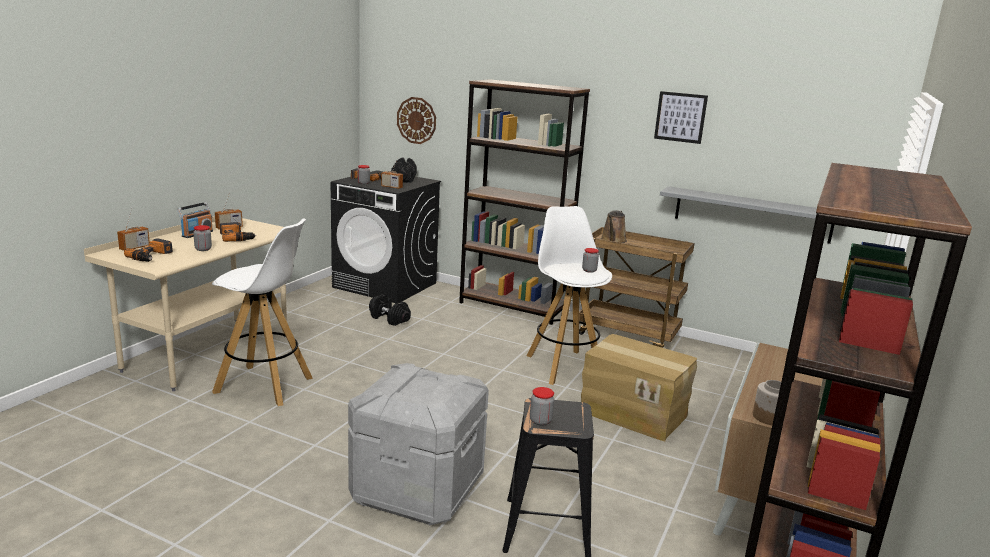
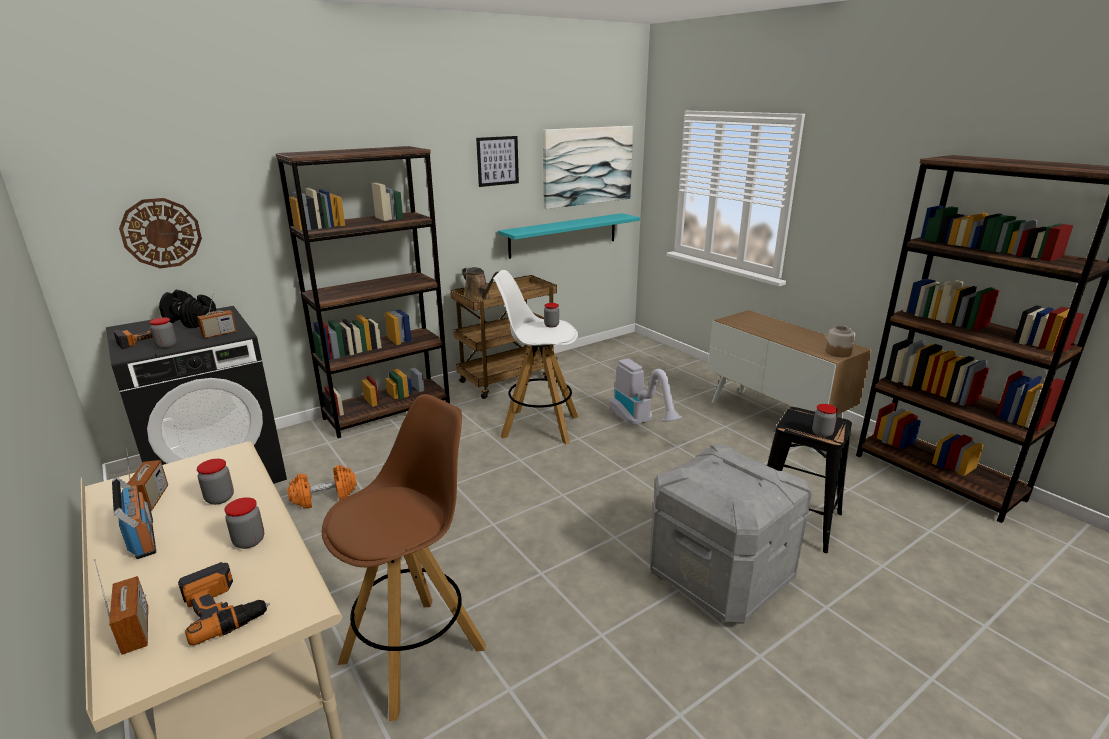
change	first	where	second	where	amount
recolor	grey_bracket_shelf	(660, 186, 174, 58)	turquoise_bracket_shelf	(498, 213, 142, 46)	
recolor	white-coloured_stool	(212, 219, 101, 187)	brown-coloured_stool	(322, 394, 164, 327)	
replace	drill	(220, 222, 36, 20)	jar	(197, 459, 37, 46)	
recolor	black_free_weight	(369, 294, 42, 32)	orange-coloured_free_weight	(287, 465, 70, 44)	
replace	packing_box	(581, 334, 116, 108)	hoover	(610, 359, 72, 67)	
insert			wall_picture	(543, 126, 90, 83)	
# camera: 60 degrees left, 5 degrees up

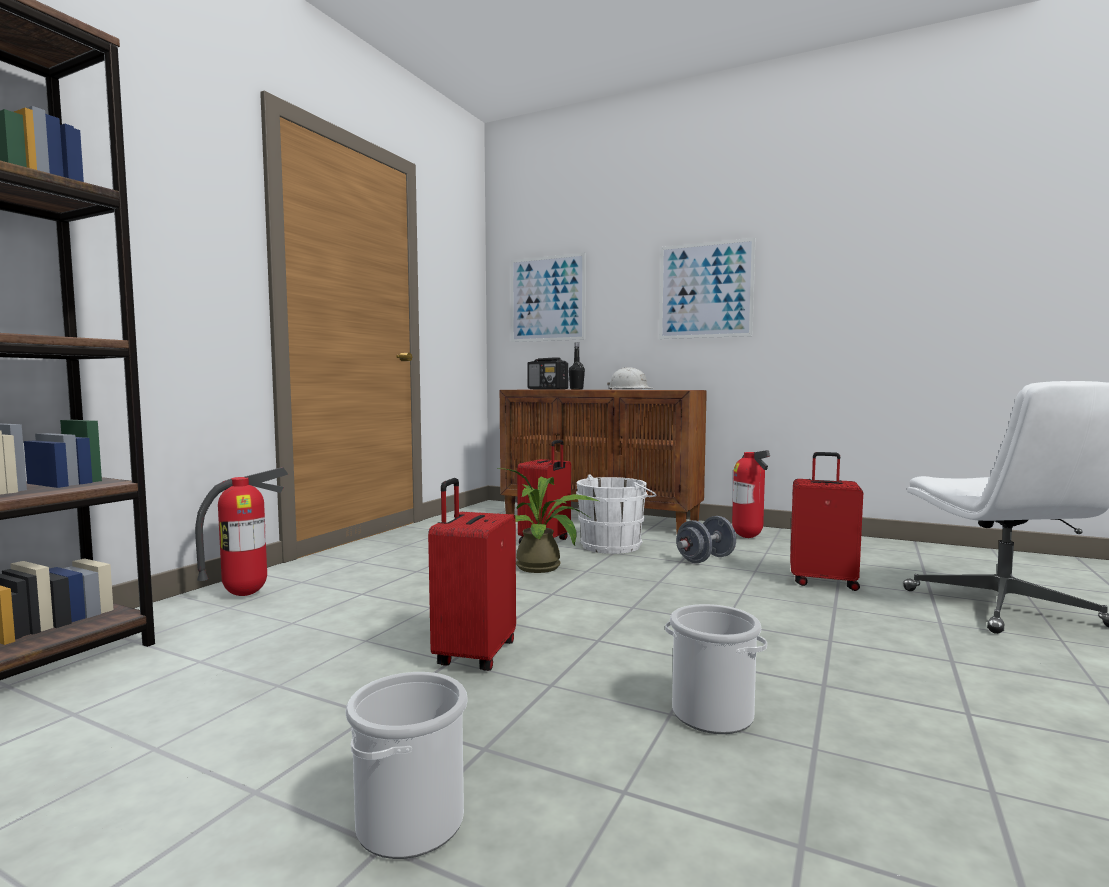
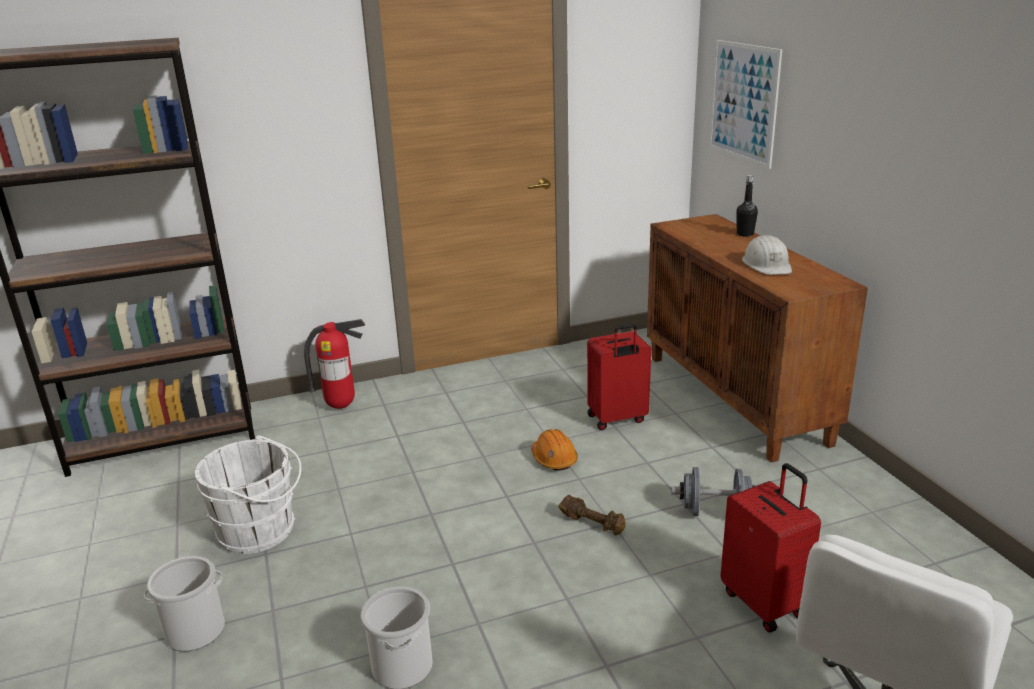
change	first	where	second	where	amount
delete	wall_picture	(659, 238, 96, 101)			
delete	radio_receiver	(527, 357, 41, 33)			
delete	extinguisher	(732, 450, 38, 88)			
replace	plant_in_a_pot	(498, 468, 100, 105)	orange-coloured_work_helmet	(531, 429, 47, 42)	
move	white-coloured_water_bucket	(576, 475, 80, 79)		(195, 435, 106, 119)	
delete	reddish_suitcase	(428, 478, 88, 193)			
insert			brown-coloured_free_weight	(558, 495, 68, 40)	
# camera: 45 degrees right, 20 degrees up

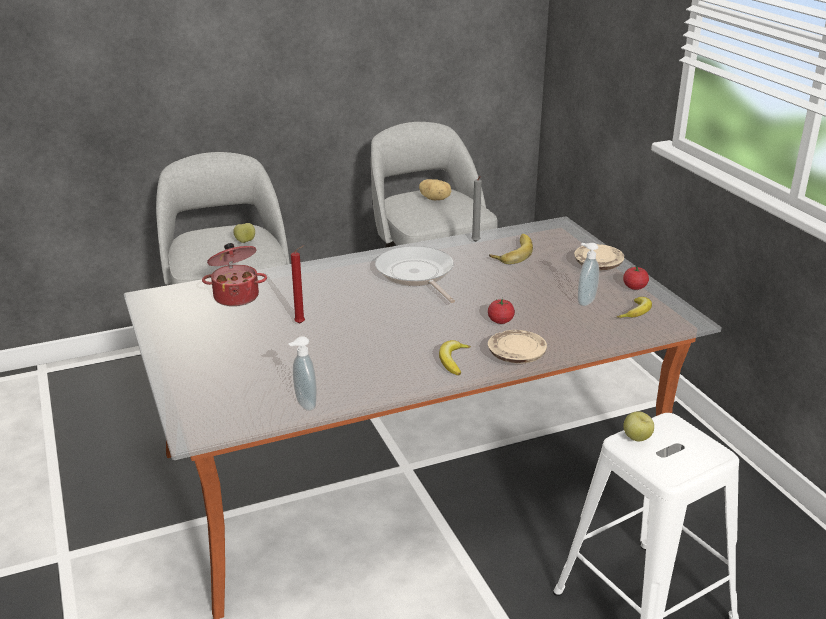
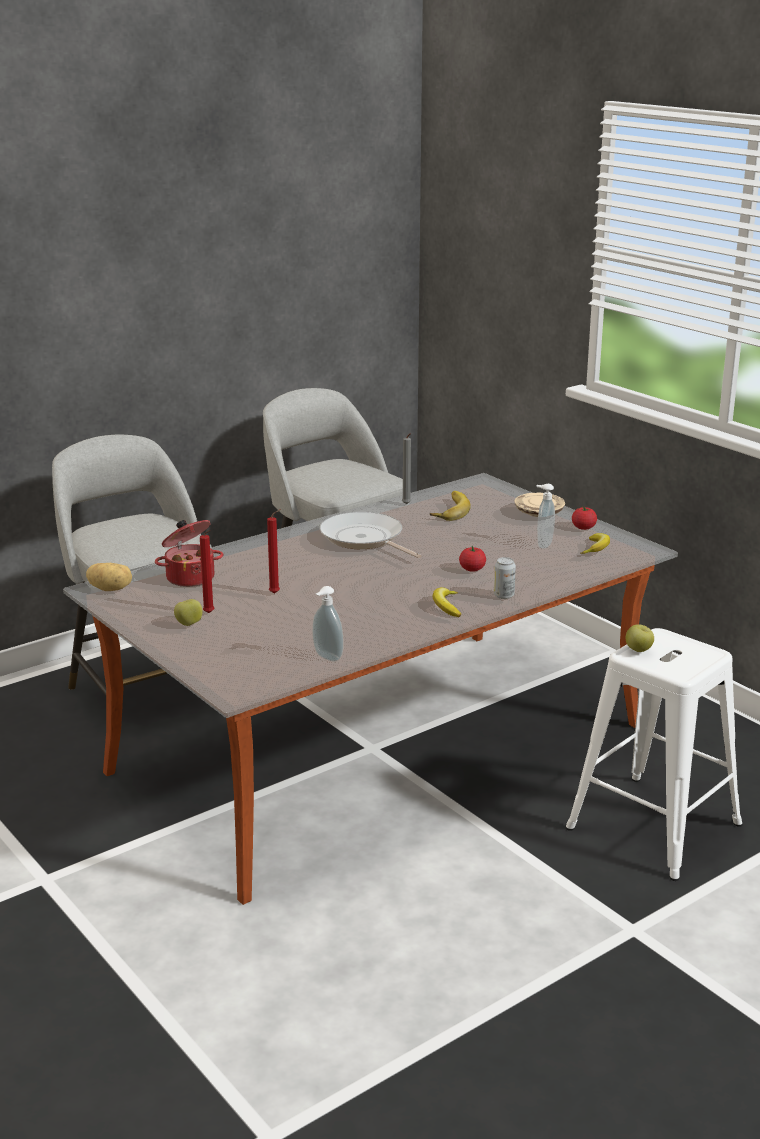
change	first	where	second	where	amount
move	potato	(419, 179, 32, 21)		(86, 563, 46, 28)	
move	apple_fruit	(233, 223, 22, 20)		(174, 599, 29, 27)	
replace	beige_flat_dish	(488, 330, 59, 34)	can	(494, 557, 22, 42)	
insert			reddish_wax_candle	(200, 530, 14, 83)	
# camera: 15 degrees left, 5 degrees down

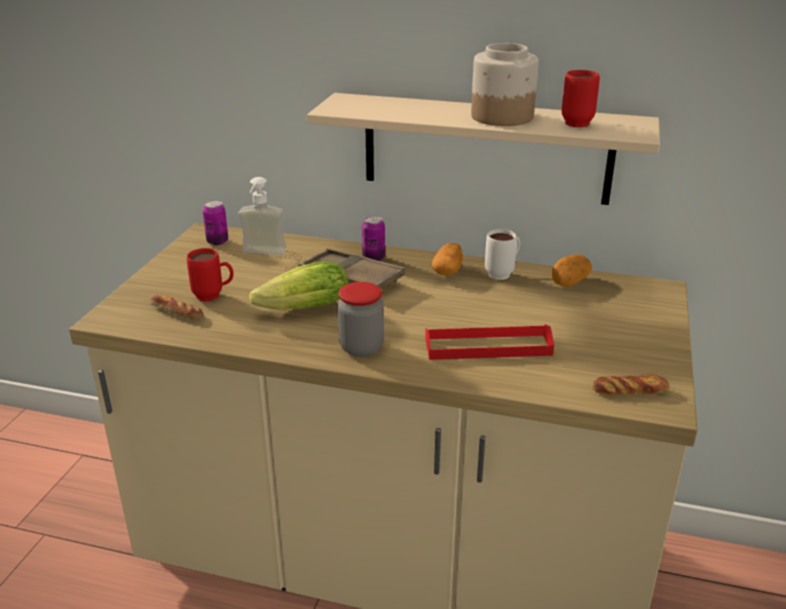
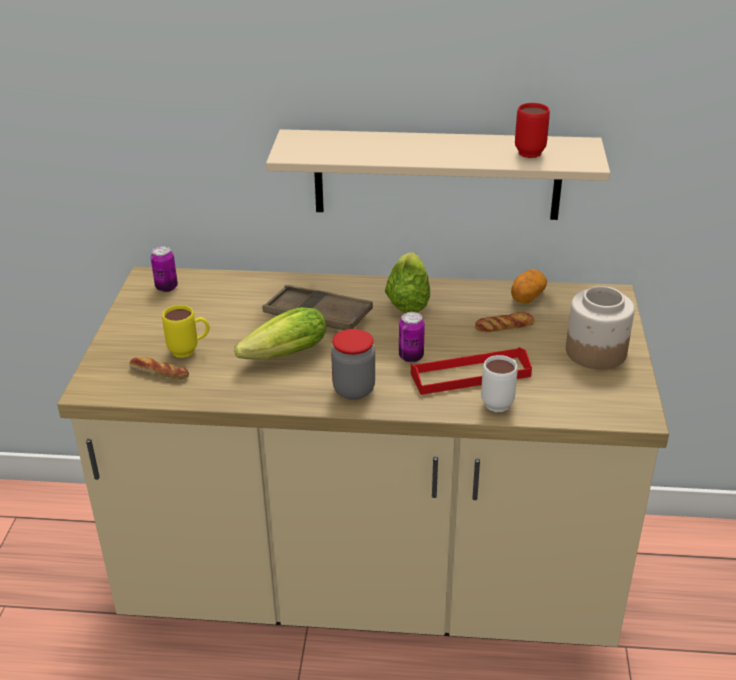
change	first	where	second	where	amount
move	jar	(471, 43, 68, 83)		(566, 286, 69, 83)	
delete	soap_bottle	(238, 177, 48, 78)			
move	can	(362, 215, 23, 46)		(399, 312, 26, 50)	
move	white-coloured_coffee_mug	(485, 229, 35, 51)		(481, 355, 37, 57)	
replace	potato	(432, 243, 31, 32)	head_of_lettuce	(385, 252, 45, 61)	
recolor	reddish_coffee_mug	(187, 248, 47, 54)	yellowish_coffee_mug	(162, 305, 47, 53)	
move	bread	(593, 374, 76, 21)		(475, 312, 60, 20)	
# camera: 10 degrees left, 5 degrees up

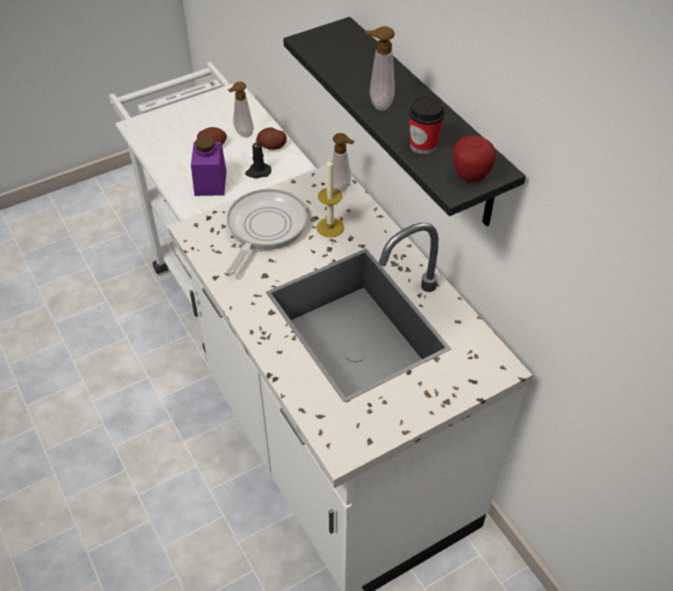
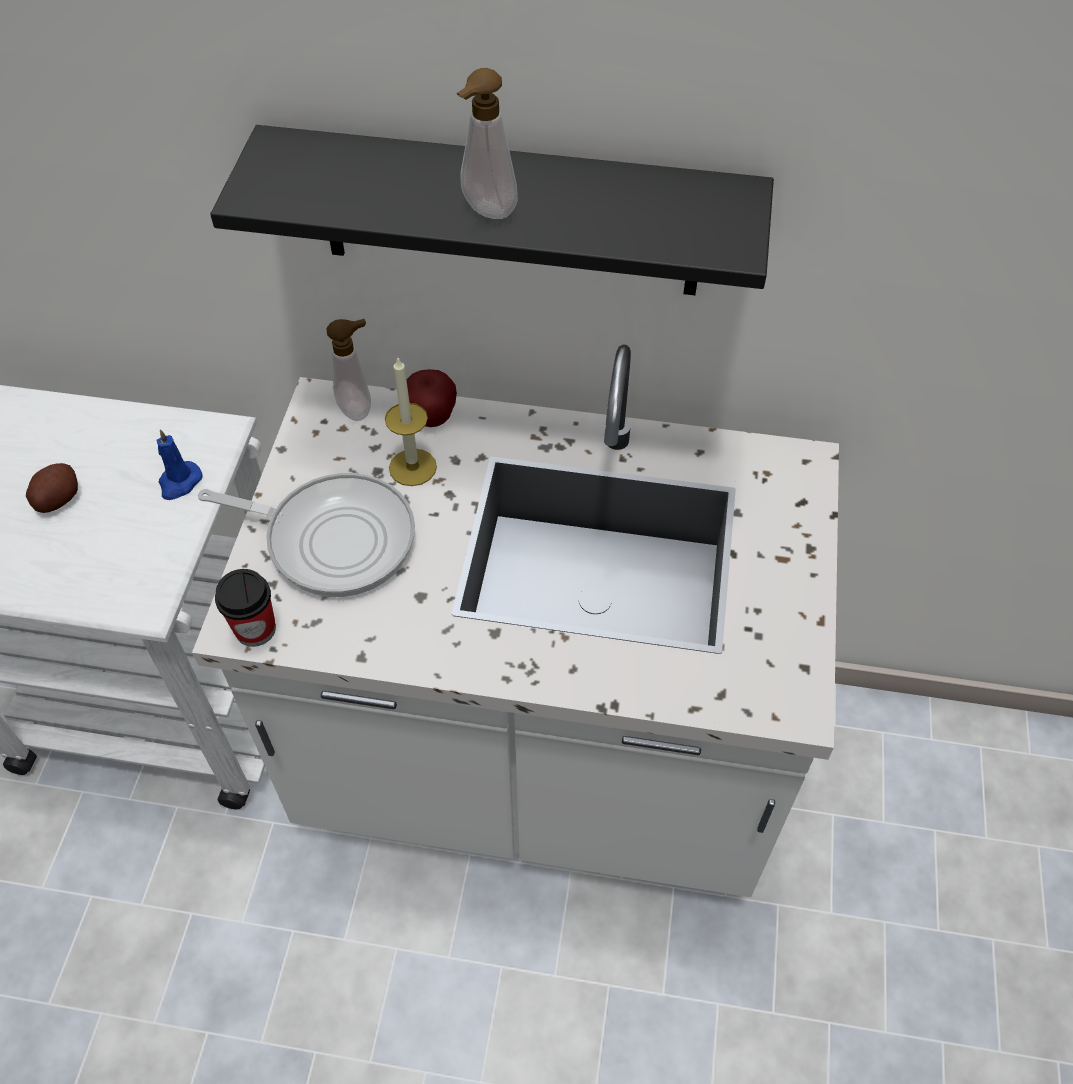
change	first	where	second	where	amount
delete	soap_bottle	(228, 81, 26, 57)			
move	small_cup	(409, 96, 36, 58)		(215, 569, 61, 78)	
delete	potato	(257, 127, 30, 23)			
move	apple_fruit	(453, 135, 43, 47)		(406, 369, 51, 58)	
delete	purple_jar	(191, 136, 35, 60)			
recolor	black_wax_candle	(245, 138, 26, 40)	blue_wax_candle	(157, 429, 46, 71)	
rotate	frying_pan	(227, 189, 81, 85)		(198, 473, 217, 124)	135 degrees clockwise
# camera: 50 degrees left, 5 degrees up

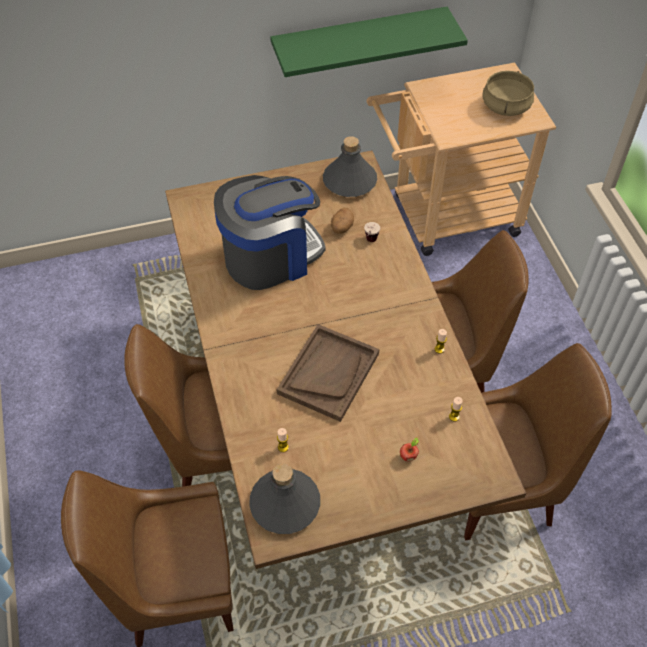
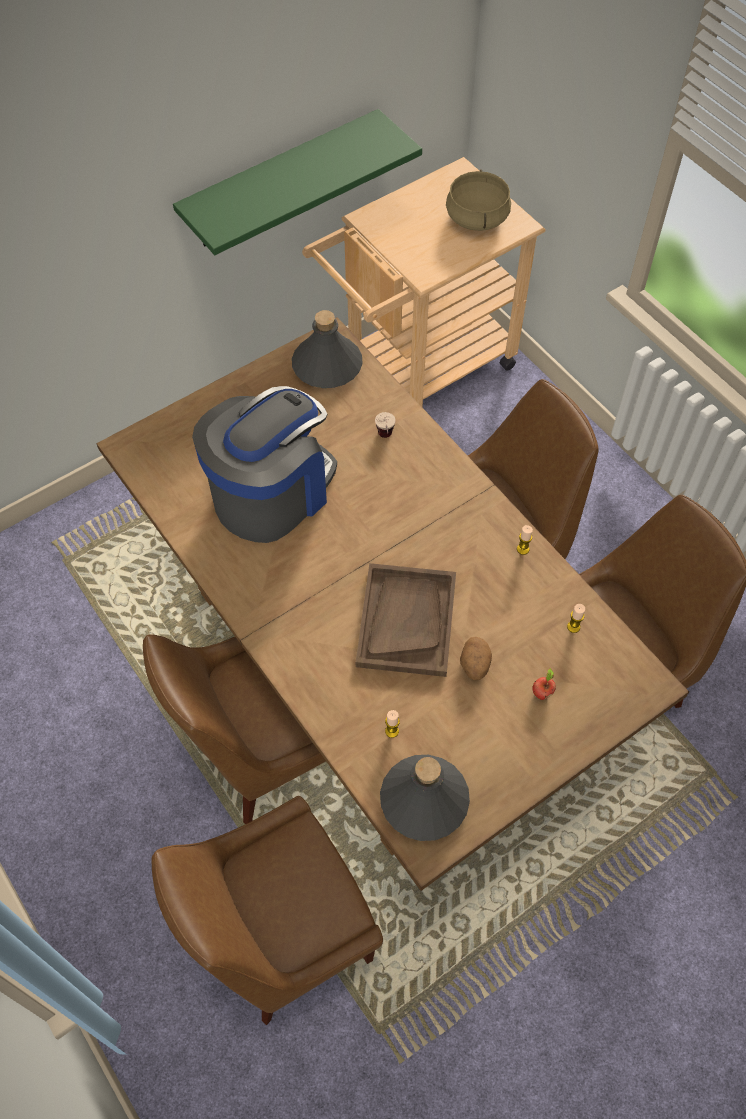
change	first	where	second	where	amount
move	potato	(331, 208, 23, 26)		(460, 637, 32, 43)	
# camera: 20 degrees left, 5 degrees up

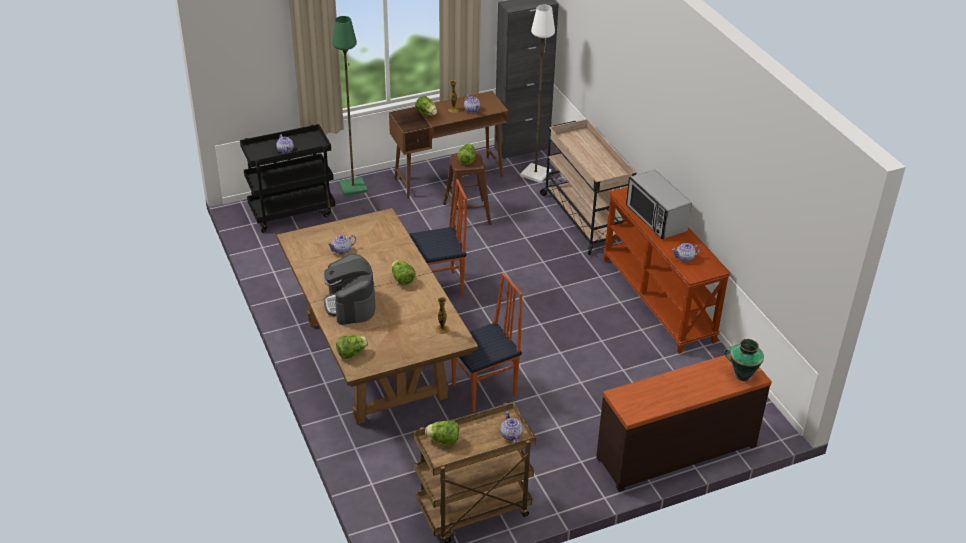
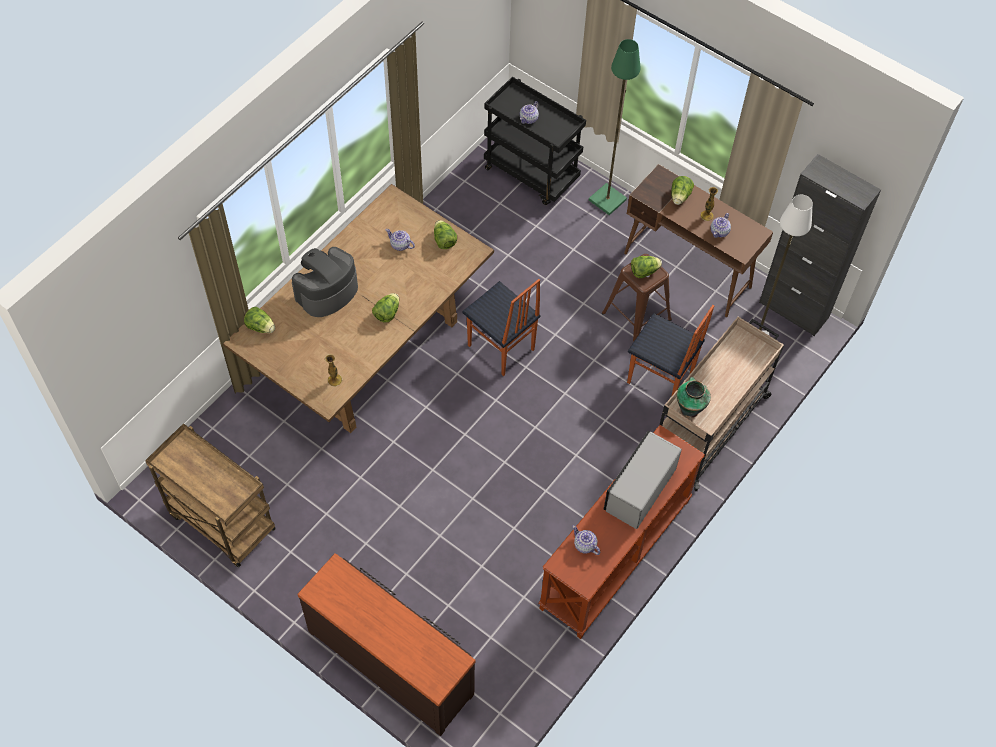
change	first	where	second	where	amount
move	plain_chair	(452, 273, 70, 139)		(627, 305, 87, 90)	
move	flower_vase	(724, 339, 40, 42)		(677, 377, 34, 41)	
delete	tea_pot	(500, 411, 23, 32)			
move	head_of_lettuce	(425, 420, 34, 25)		(434, 220, 23, 29)	
# camera: 60 degrees right, 20 degrees up

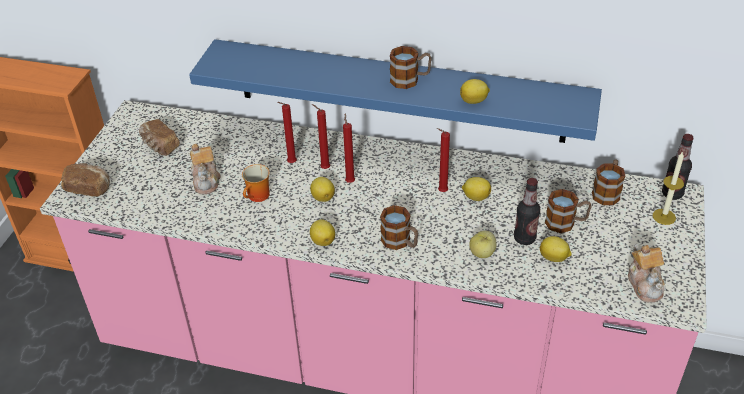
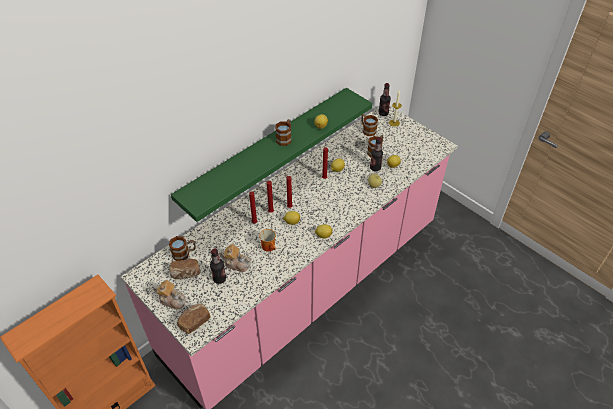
change	first	where	second	where	amount
recolor	blue_bracket_shelf	(189, 39, 413, 104)	green_bracket_shelf	(171, 88, 201, 134)	
move	coffee_mug	(380, 205, 38, 45)		(169, 236, 27, 25)	
move	tea_pot	(628, 244, 38, 59)		(153, 280, 33, 29)	
insert			bottle	(210, 248, 16, 36)	
# camera: 60 degrees left, 5 degrees up

